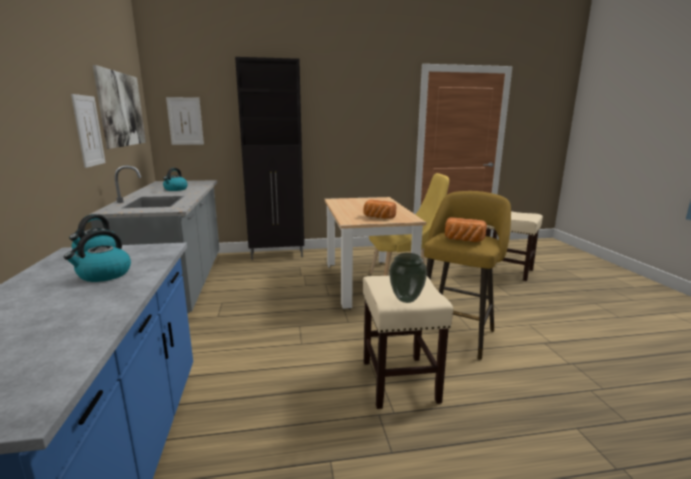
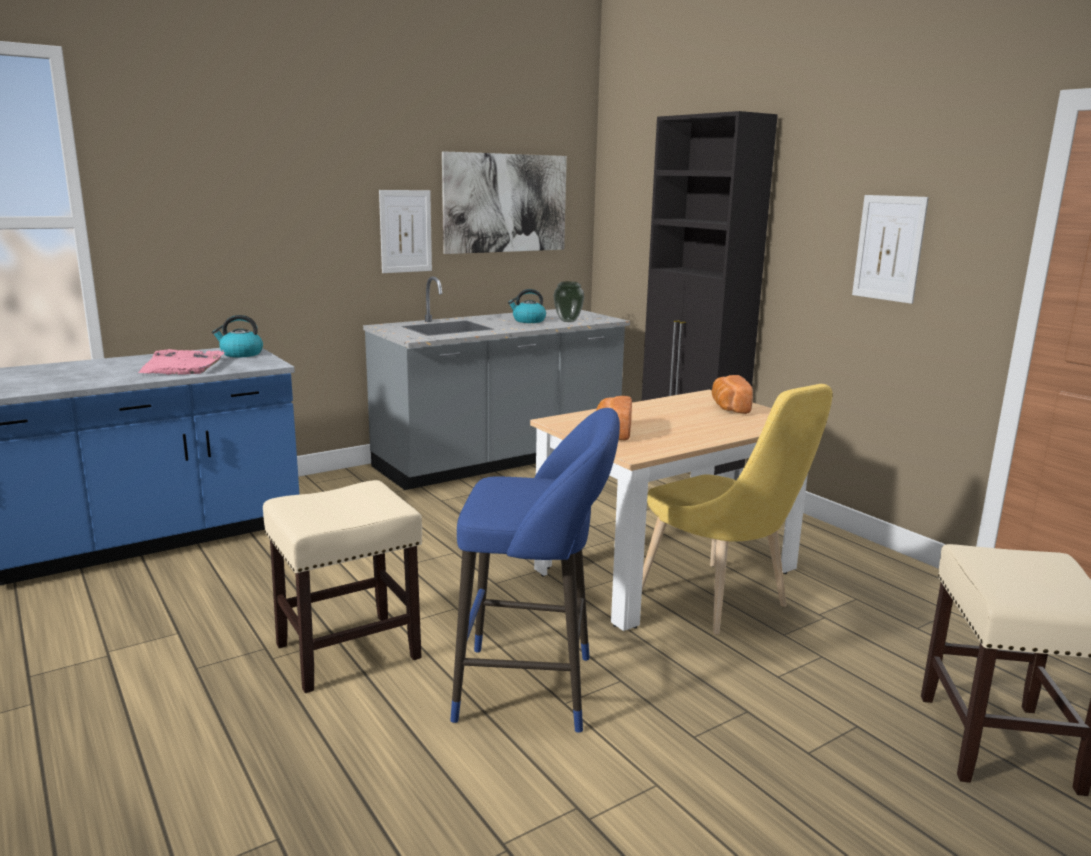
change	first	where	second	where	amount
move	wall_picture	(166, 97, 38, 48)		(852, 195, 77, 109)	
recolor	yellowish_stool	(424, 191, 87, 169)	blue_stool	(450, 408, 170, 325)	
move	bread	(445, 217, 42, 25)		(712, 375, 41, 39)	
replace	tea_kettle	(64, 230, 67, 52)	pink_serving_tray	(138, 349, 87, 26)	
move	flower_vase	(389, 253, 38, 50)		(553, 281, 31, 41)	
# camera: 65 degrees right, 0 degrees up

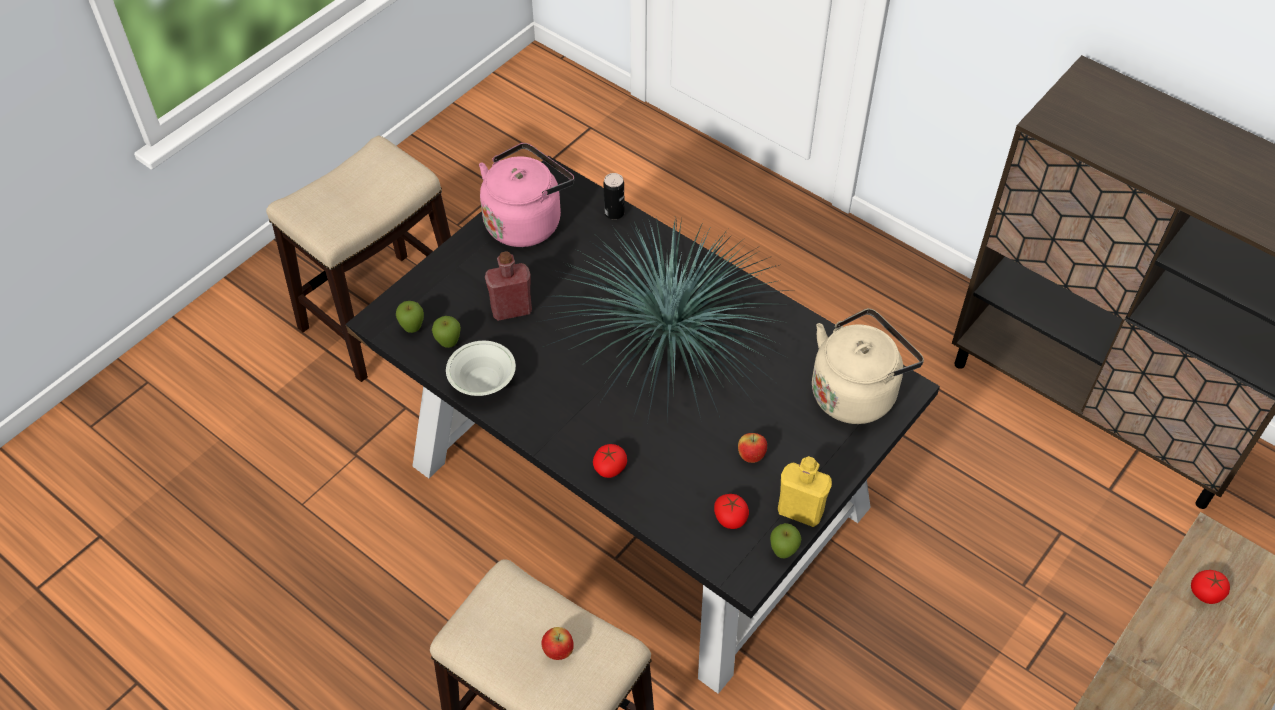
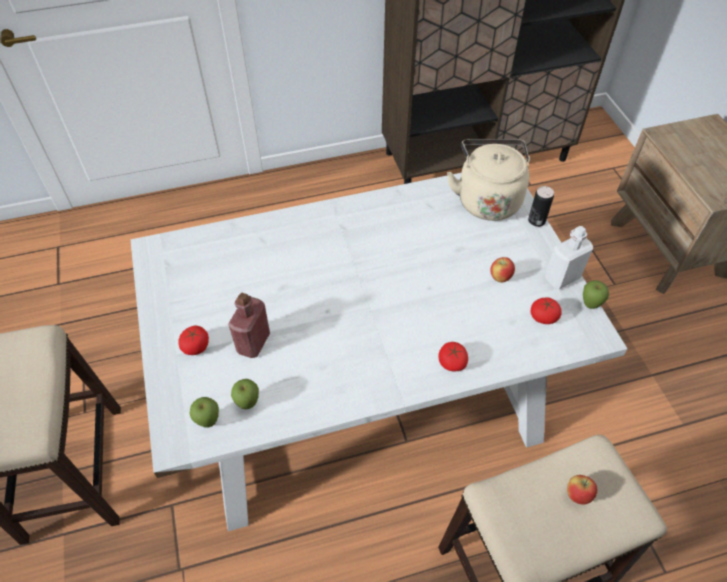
change	first	where	second	where	amount
delete	pink_tea_kettle	(479, 143, 95, 104)			
recolor	black_dining_table	(346, 156, 594, 538)	white-coloured_dining_table	(131, 173, 497, 358)	
move	can	(604, 173, 21, 47)		(528, 186, 26, 41)	
delete	plant_in_a_pot	(538, 215, 255, 208)			
delete	white-coloured_bowl	(446, 341, 70, 55)			
recolor	yellowish_bottle	(778, 456, 54, 71)	white-coloured_bottle	(545, 226, 48, 63)	
move	fresh_tomato	(1191, 570, 39, 34)		(178, 326, 31, 29)	
# camera: 55 degrees left, 0 degrees up

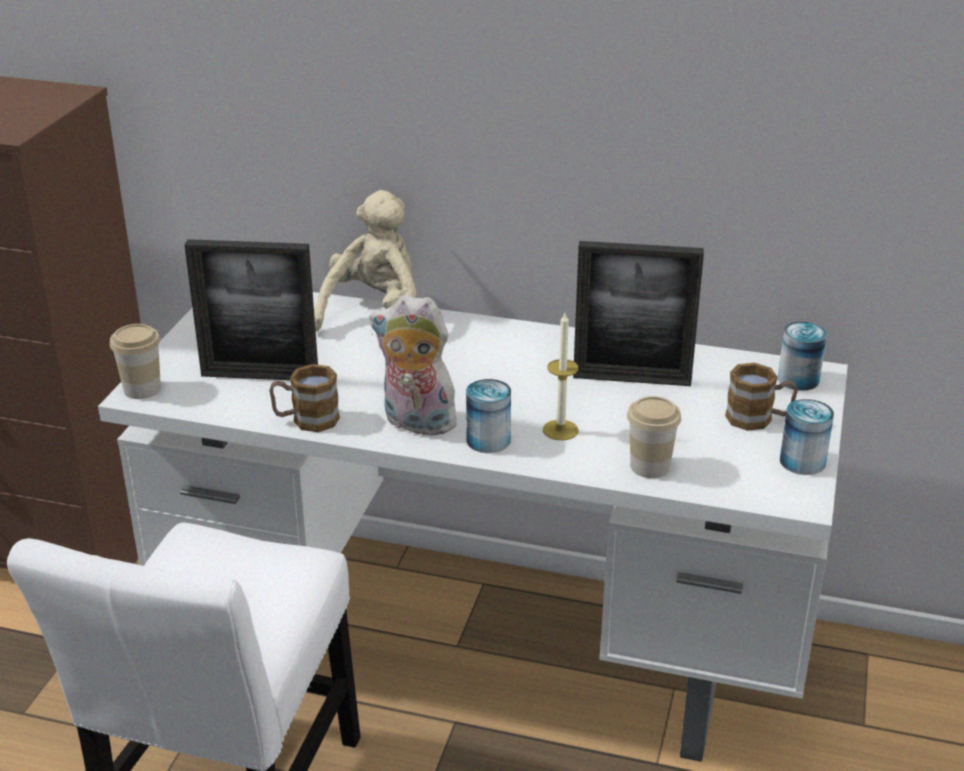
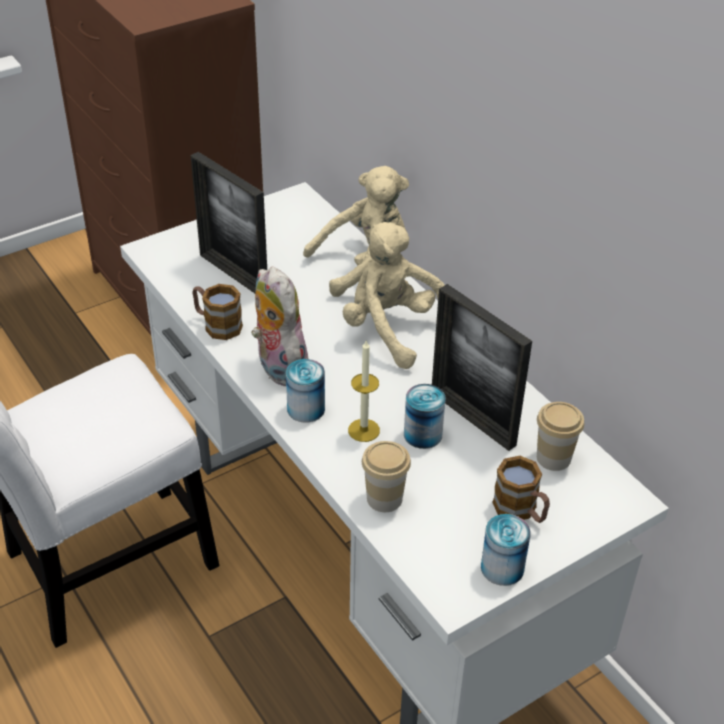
change	first	where	second	where	amount
move	can	(778, 322, 49, 69)		(404, 384, 42, 65)	
move	small_cup	(110, 324, 51, 75)		(537, 402, 47, 69)	
insert			beige_cuddly_toy	(343, 222, 102, 147)	
# camera: 40 degrees right, 10 degrees up

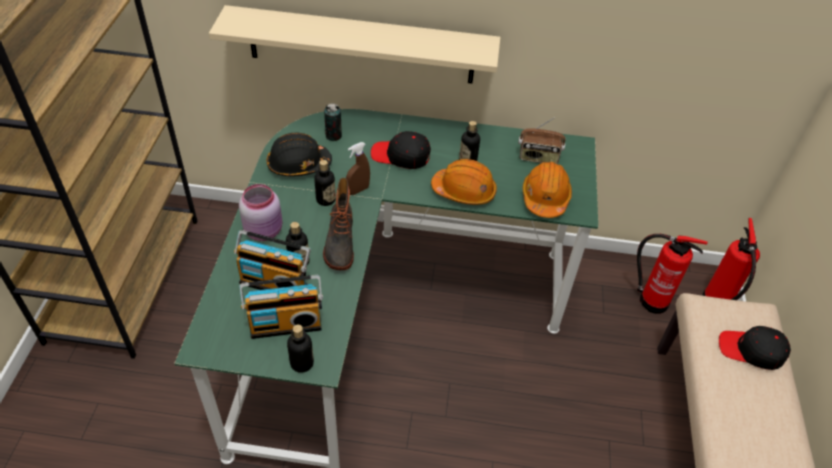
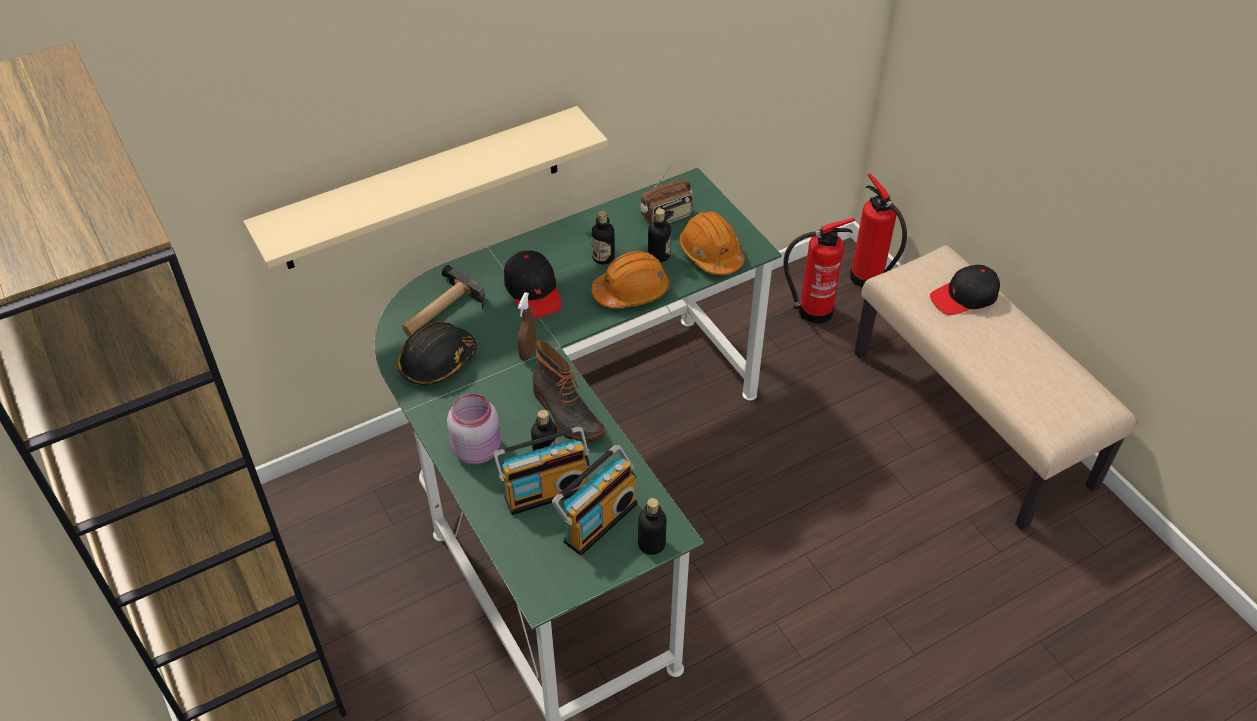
change	first	where	second	where	amount
replace	can	(324, 103, 18, 38)	hammer	(402, 265, 83, 71)	
rotate	black_cap	(371, 131, 60, 38)		(504, 250, 58, 68)	90 degrees counterclockwise
move	bottle	(314, 160, 22, 46)		(648, 209, 23, 54)	
# camera: 35 degrees left, 0 degrees up

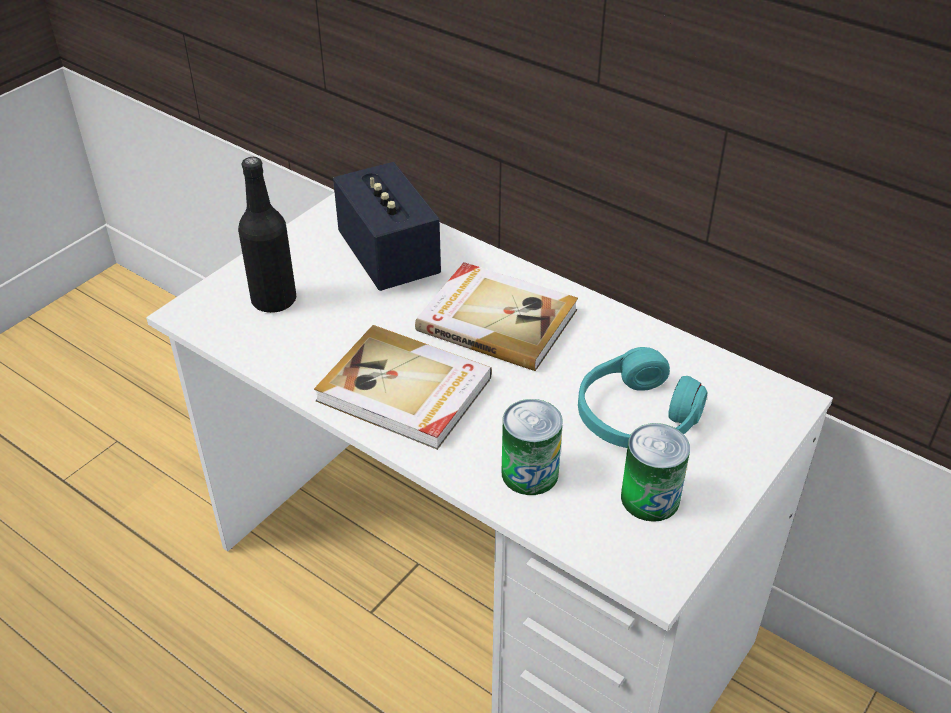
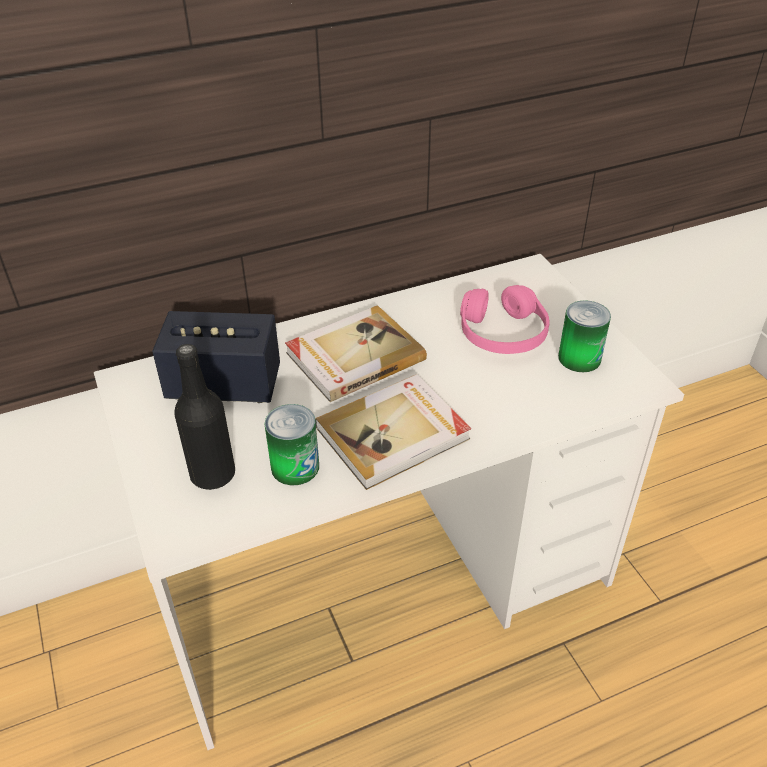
change	first	where	second	where	amount
recolor	turquoise_headset	(578, 347, 129, 101)	pink_headset	(460, 285, 90, 69)	
move	can	(502, 399, 61, 96)		(265, 404, 54, 81)	
# camera: 60 degrees left, 0 degrees up

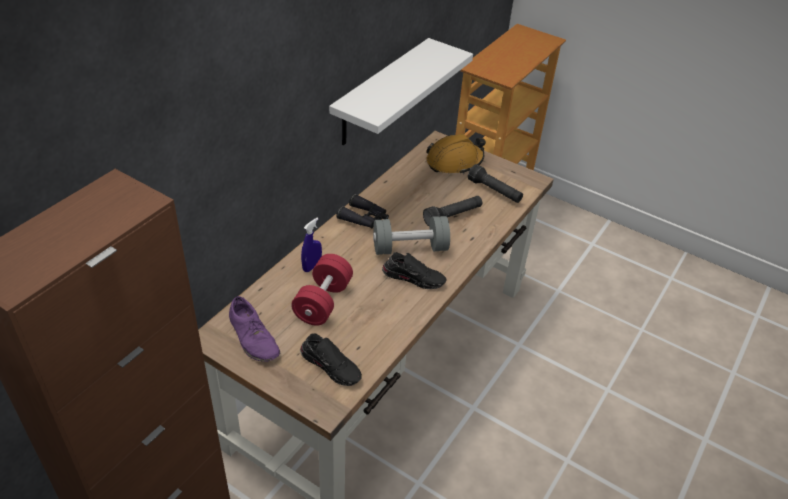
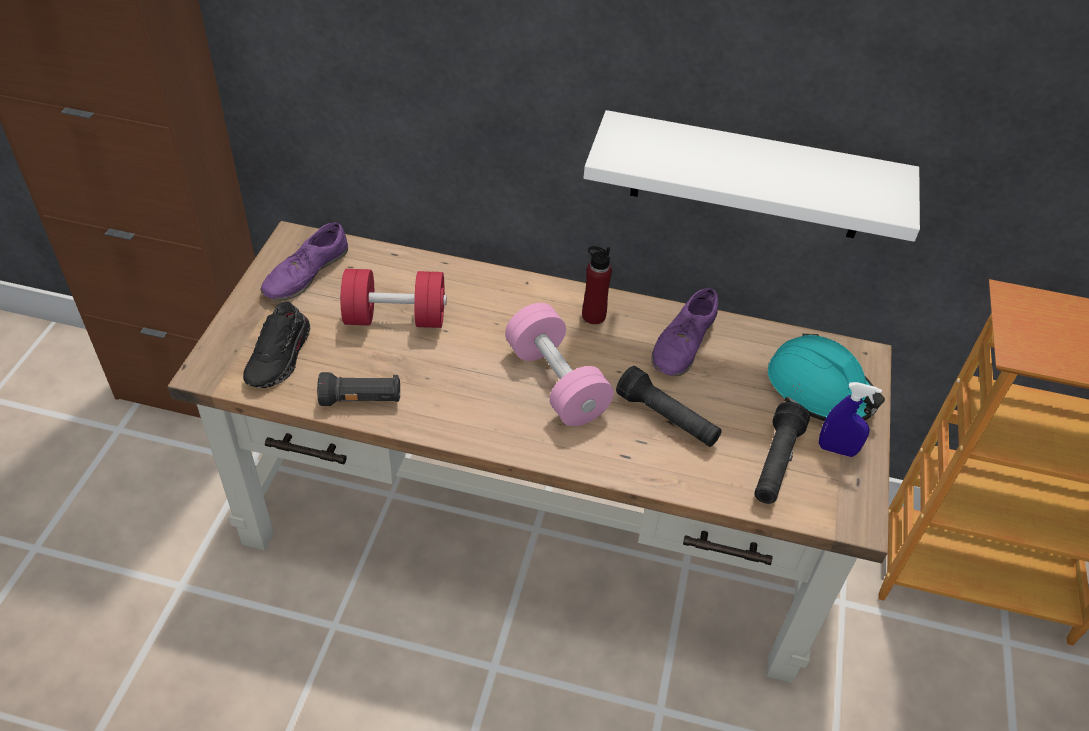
change	first	where	second	where	amount
recolor	orange-coloured_work_helmet	(426, 134, 60, 40)	turquoise_work_helmet	(768, 334, 117, 87)	
replace	black_pair_of_binoculars	(336, 194, 53, 34)	reddish_bottle	(582, 246, 30, 78)	
recolor	grey_free_weight	(373, 216, 77, 39)	pink_free_weight	(505, 303, 109, 123)	
move	blue_hand_sprayer	(301, 218, 21, 54)		(819, 382, 63, 75)	
delete	black_item_of_footwear	(382, 252, 65, 37)			
insert			purple_item_of_footwear	(651, 288, 67, 88)	
insert			black_flashlight	(317, 372, 83, 34)	
# camera: 70 degrees right, 5 degrees up

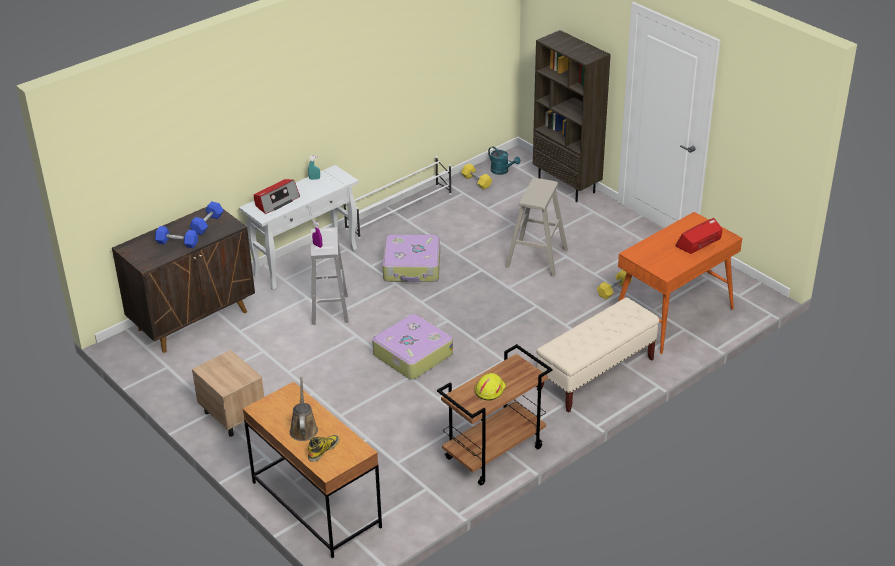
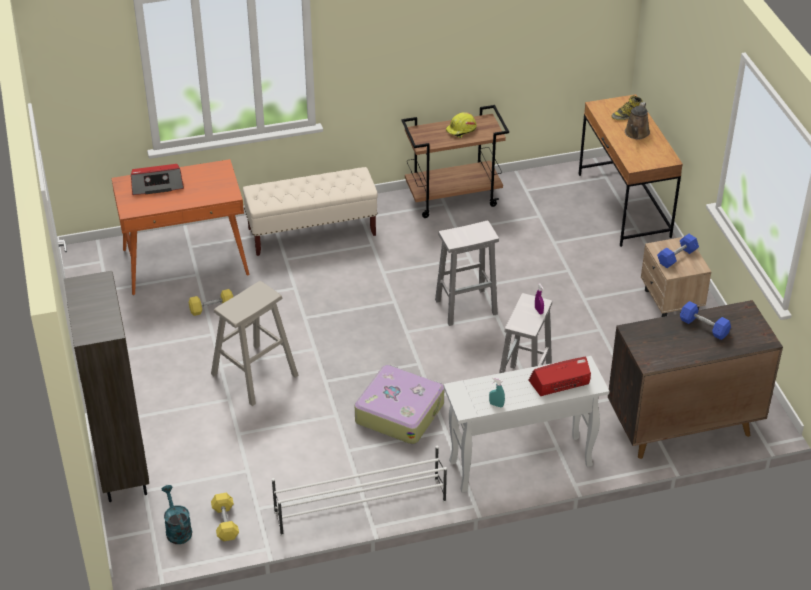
change	first	where	second	where	amount
move	blue_free_weight	(189, 201, 35, 34)		(657, 234, 42, 34)	
replace	suitcase	(372, 314, 81, 65)	white-coloured_stool	(435, 221, 64, 105)	
# camera: 155 degrees left, 5 degrees up

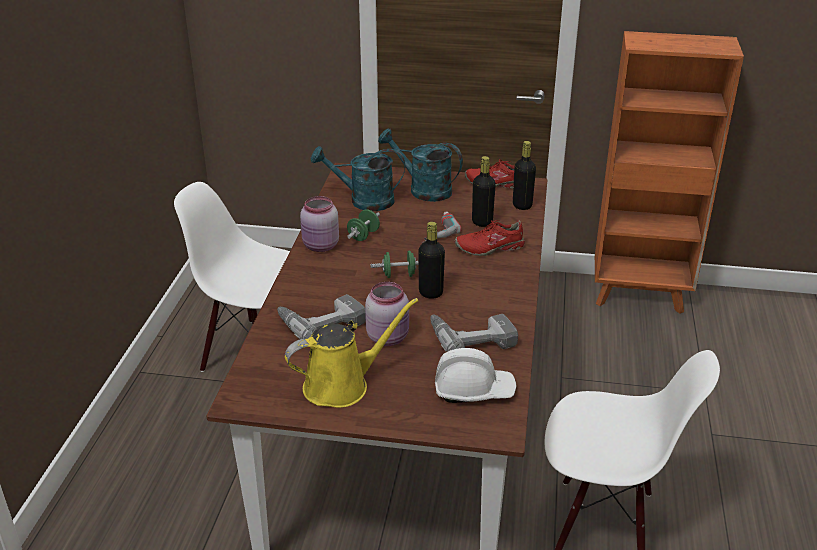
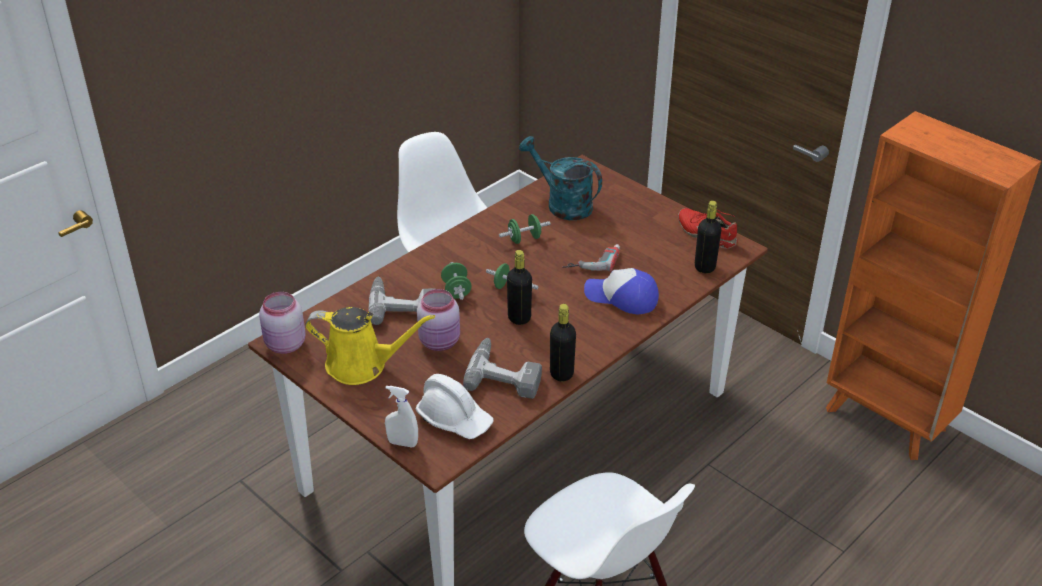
change	first	where	second	where	amount
delete	turquoise_sprinkling_can	(378, 129, 85, 73)			
move	black_bottle	(472, 156, 24, 71)		(550, 304, 26, 77)	
move	pink_jar	(300, 196, 39, 56)		(259, 292, 47, 62)	
replace	reddish_item_of_footwear	(455, 220, 70, 36)	cap	(584, 268, 75, 46)	
insert			green_free_weight	(441, 262, 31, 38)	
insert			white-coloured_hand_sprayer	(385, 386, 33, 62)	
# camera: 35 degrees right, 5 degrees up

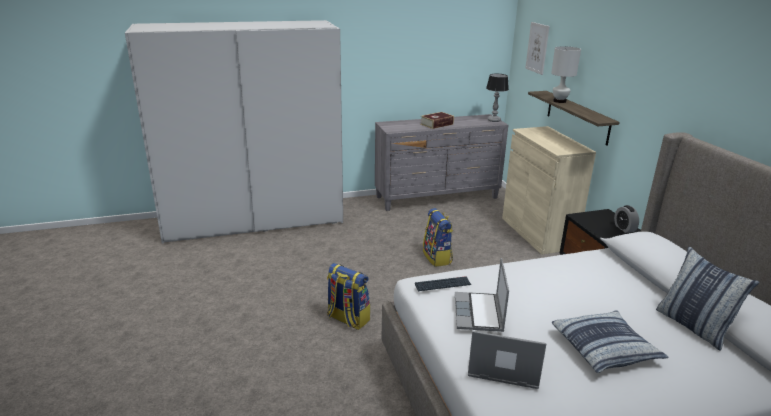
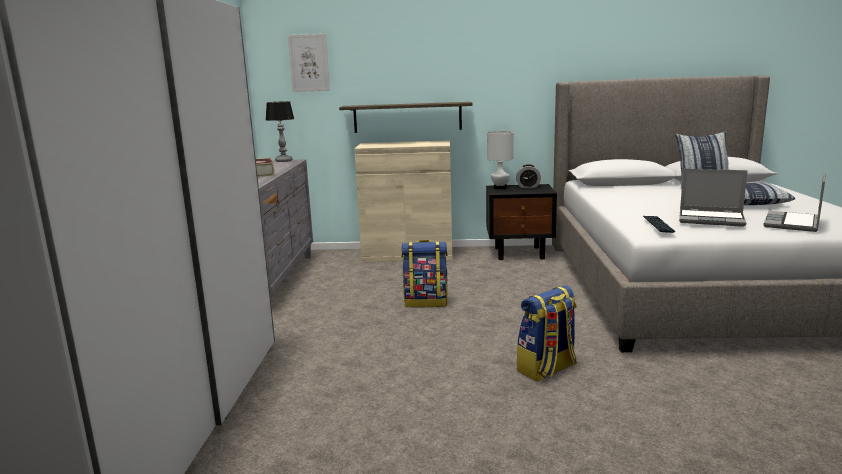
change	first	where	second	where	amount
move	white-coloured_lamp_for_a_table	(551, 46, 30, 57)		(487, 131, 27, 58)	
# camera: 70 degrees left, 10 degrees down

